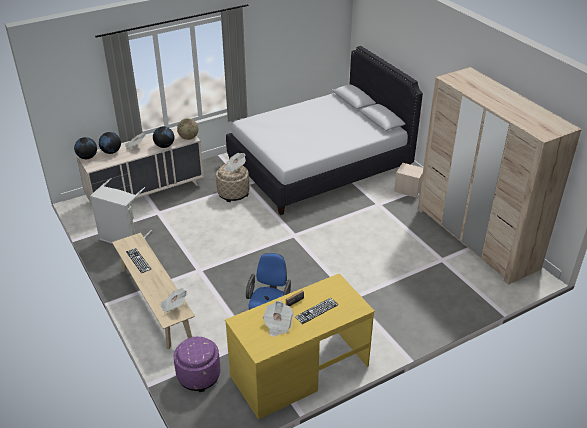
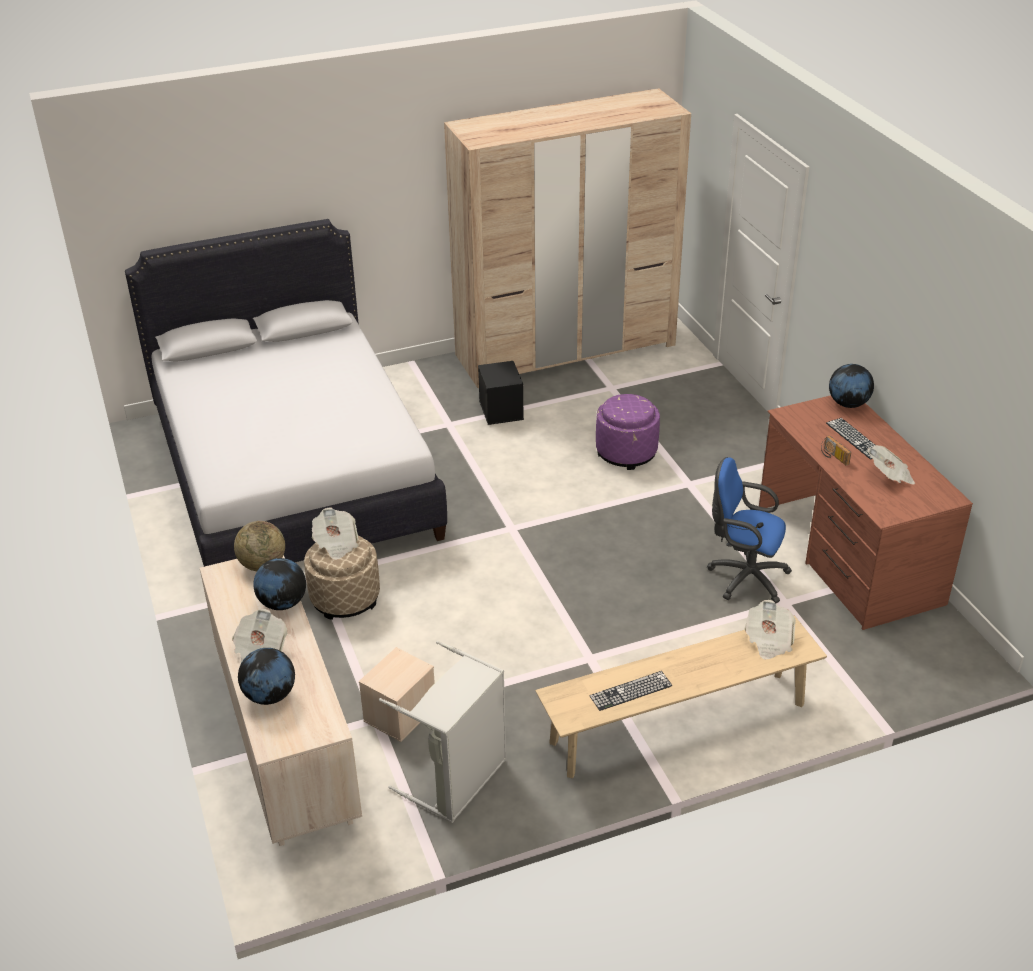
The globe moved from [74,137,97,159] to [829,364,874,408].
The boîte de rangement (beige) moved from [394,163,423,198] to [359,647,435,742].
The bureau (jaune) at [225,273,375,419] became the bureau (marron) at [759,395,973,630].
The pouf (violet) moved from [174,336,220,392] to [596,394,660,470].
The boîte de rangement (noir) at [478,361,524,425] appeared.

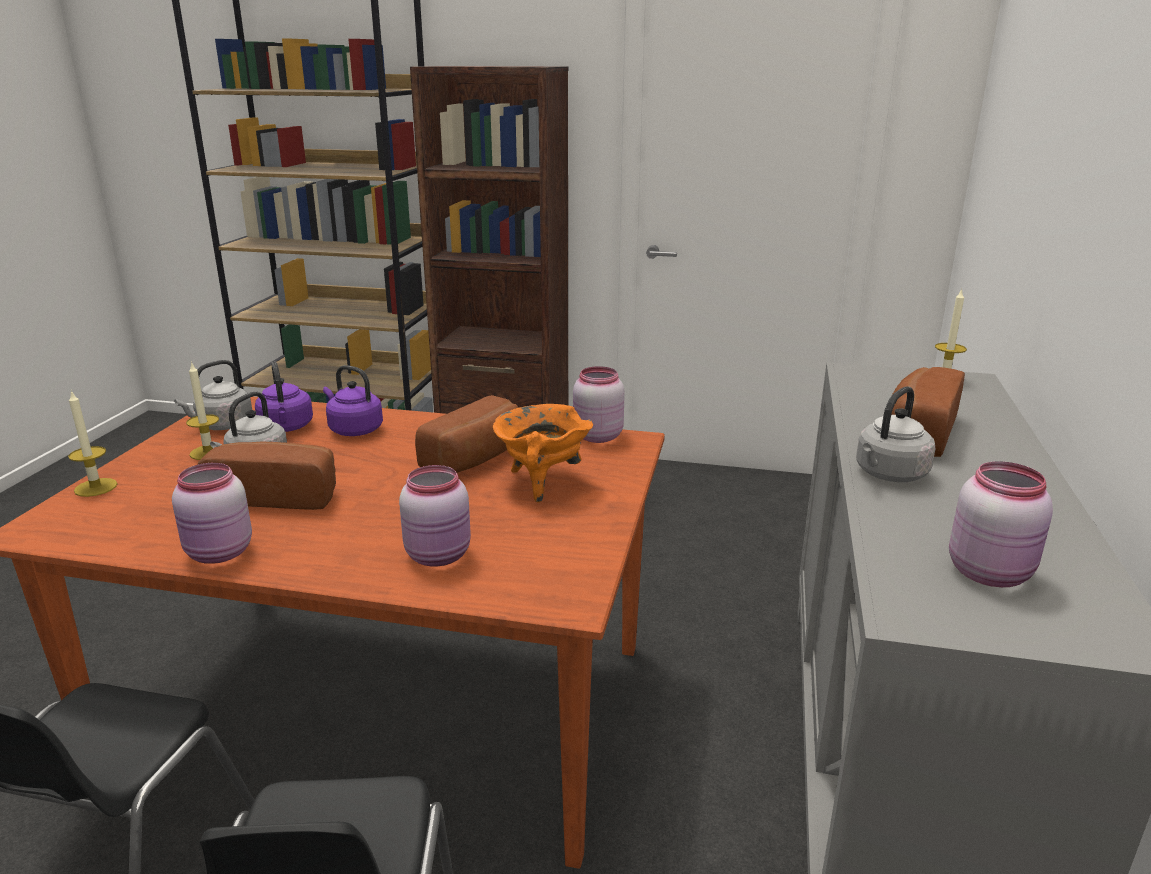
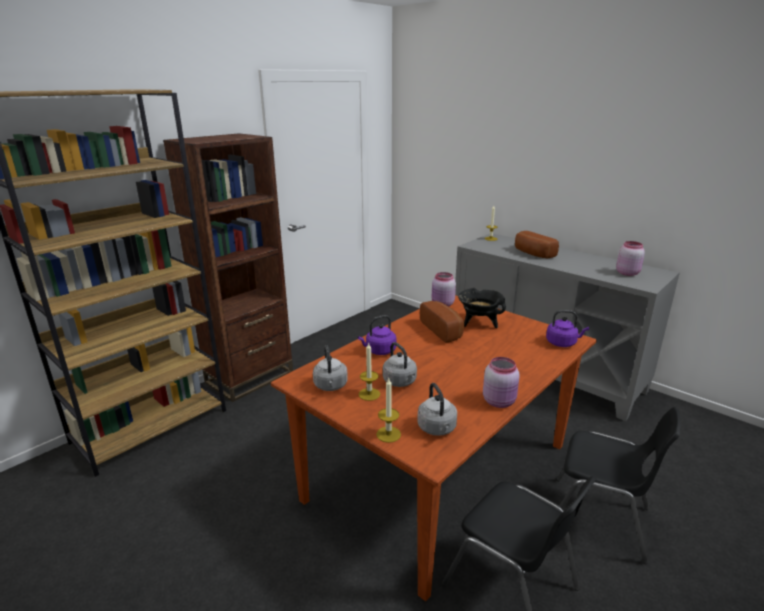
The bouilloire (violet) moved from [255,362,313,432] to [546,310,589,347].
The bouilloire (gris) moved from [856,386,935,482] to [417,383,457,436].
The marmite (orange) at [493,404,593,503] became the marmite (noir) at [458,288,506,328].
The pain at [198,441,336,510] disappeared.
The bocal (rose) at [399,465,471,566] disappeared.

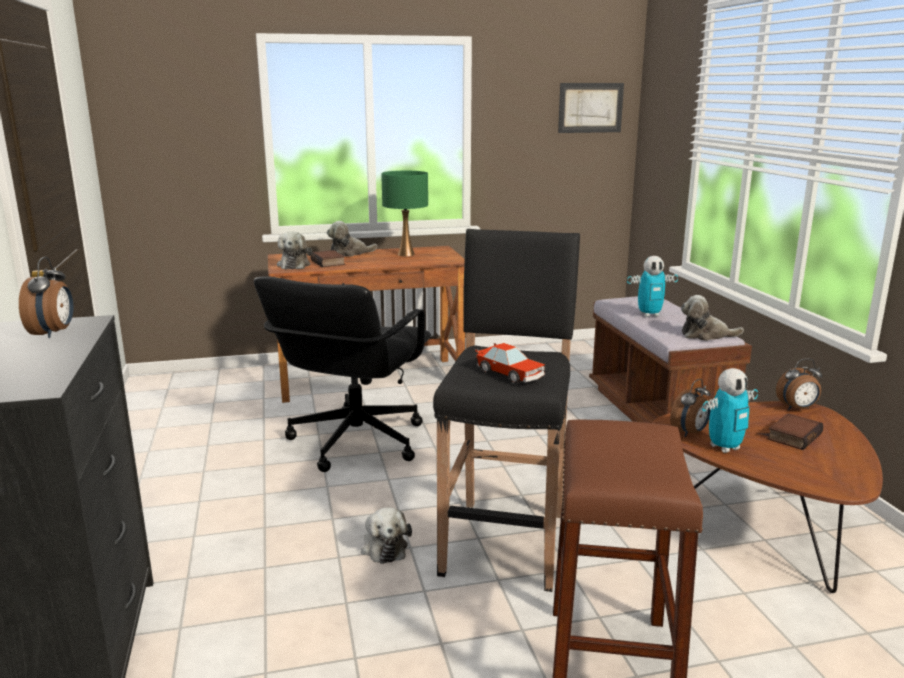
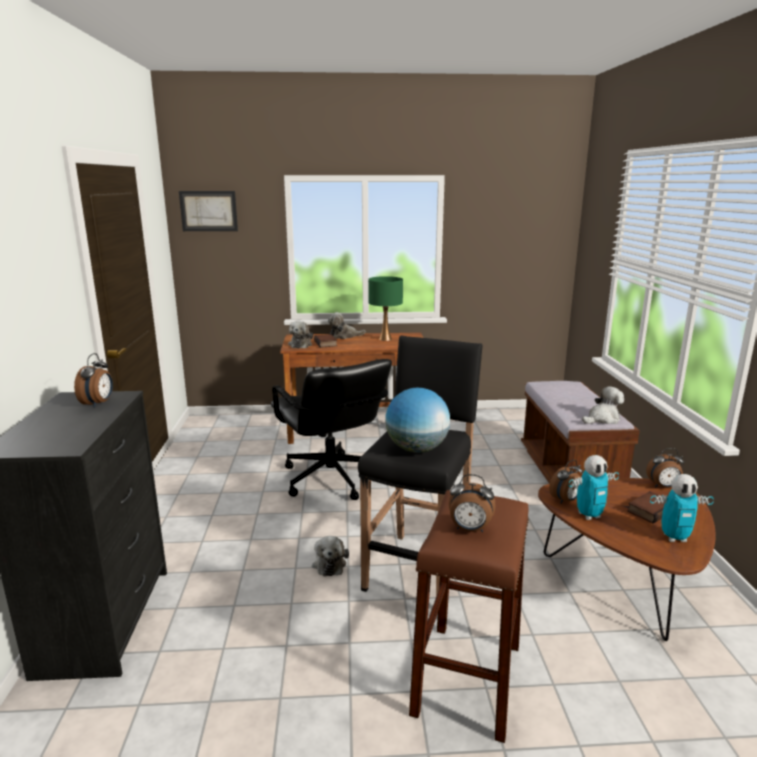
The tableau moved from [558,83,624,133] to [179,191,238,231].
The robot jouet moved from [627,256,678,317] to [650,474,714,542].
The chaise de bureau (noir) at [254,276,431,472] turned 60 degrees counterclockwise.
The peluche at [681,295,744,341] turned 135 degrees clockwise.
The petite voiture at [475,343,545,384] was replaced by the globe at [385,388,450,453].
The réveil at [449,474,496,532] appeared.

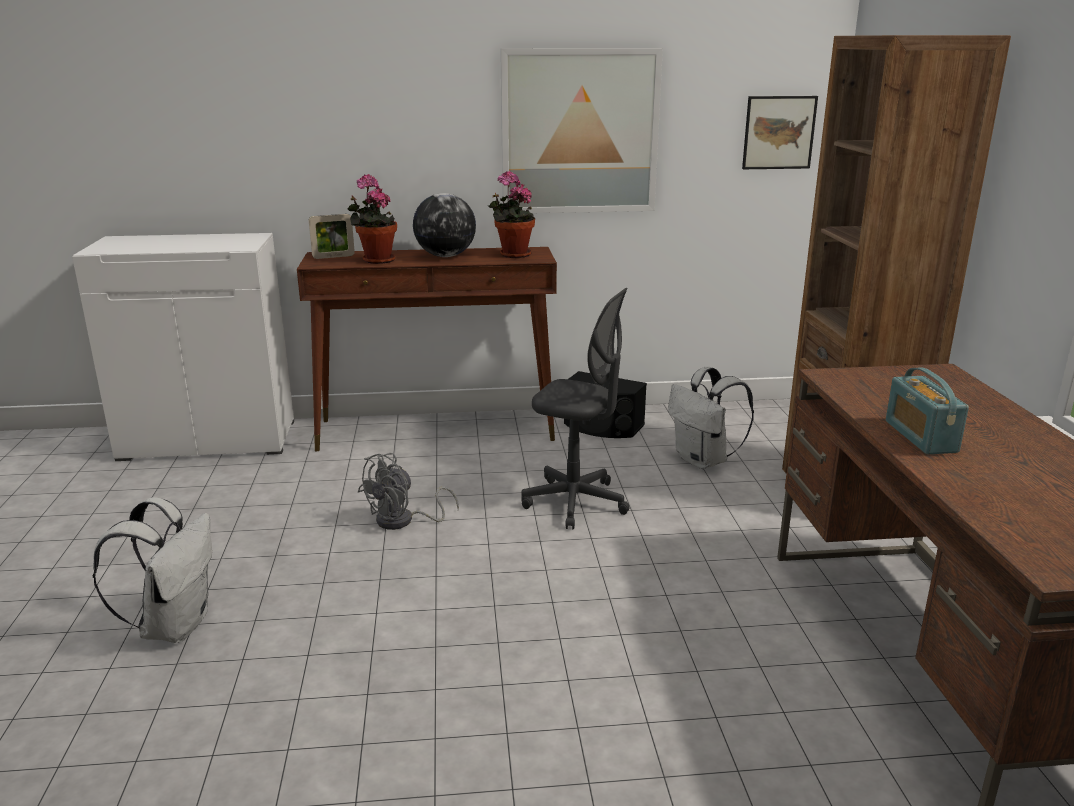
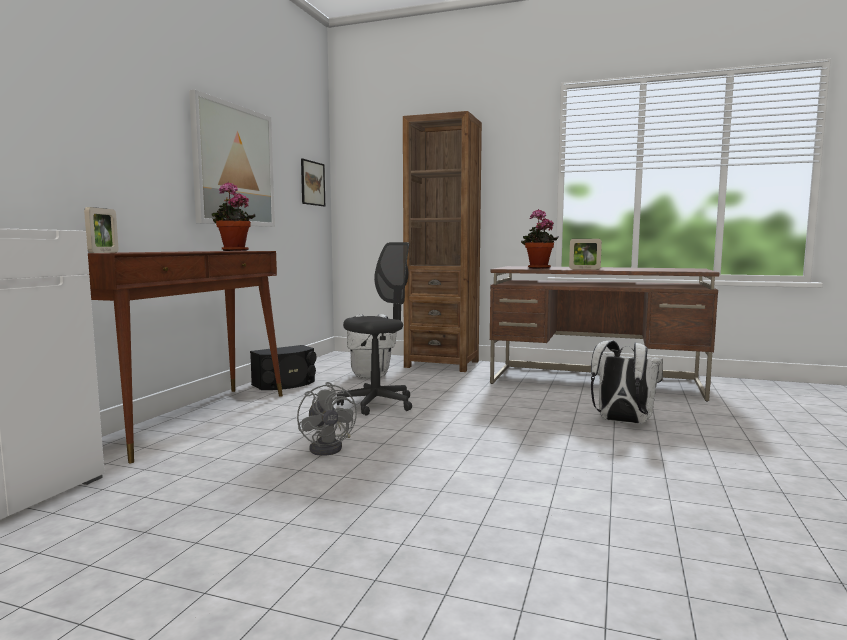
The plante en pot moved from [348,174,397,264] to [521,209,559,269].
The globe at [413,193,476,257] disappeared.
The radio at [886,368,969,454] was replaced by the cadre photo at [569,239,602,269].
The sac à dos (blanc) moved from [93,497,212,643] to [591,341,663,424].

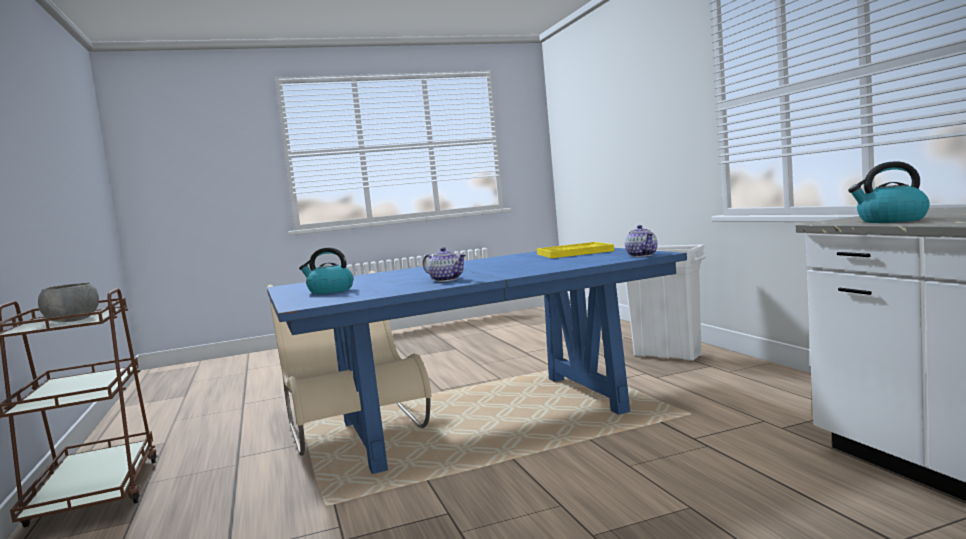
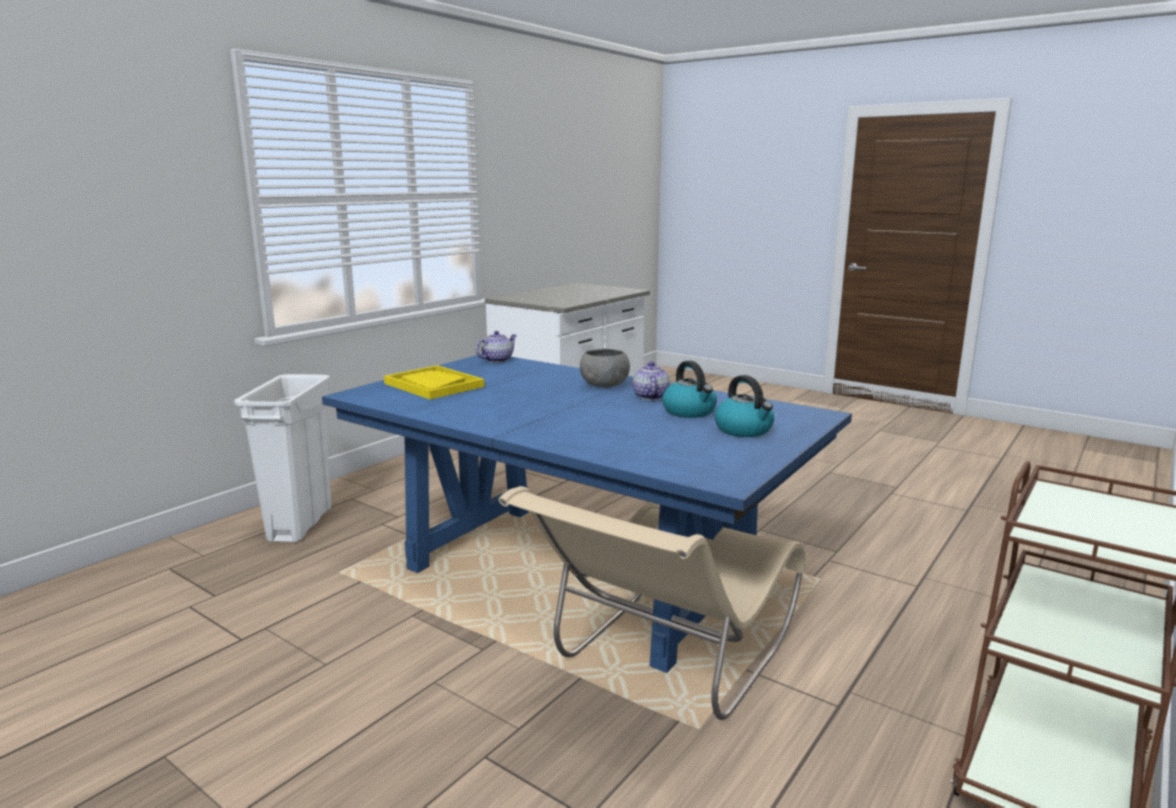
The bouilloire moved from [848,161,930,223] to [662,361,717,418].
The bol (gris) moved from [38,283,99,322] to [580,348,630,388].

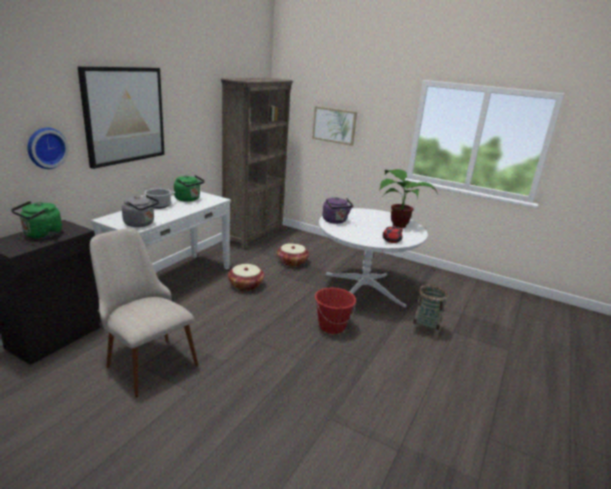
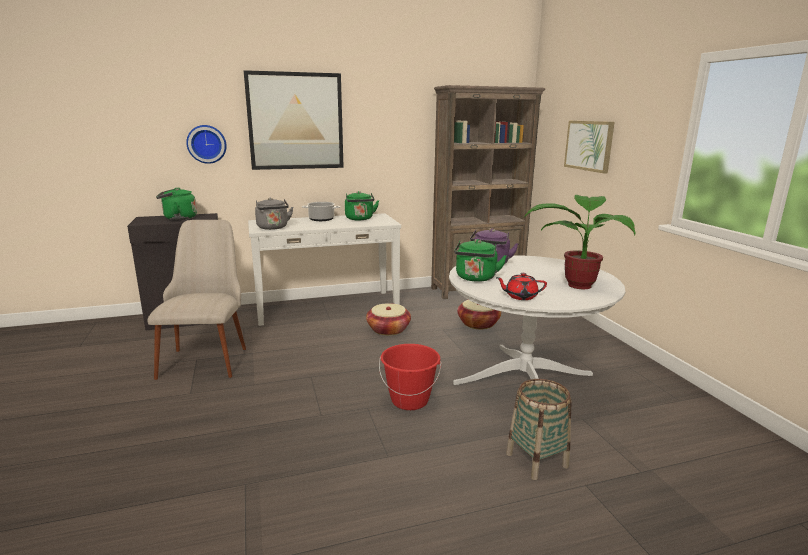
The bouilloire (vert) at [454,239,507,282] appeared.

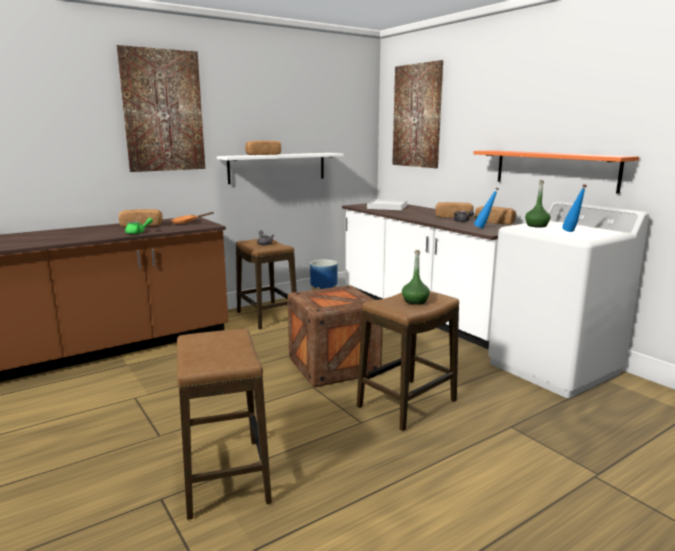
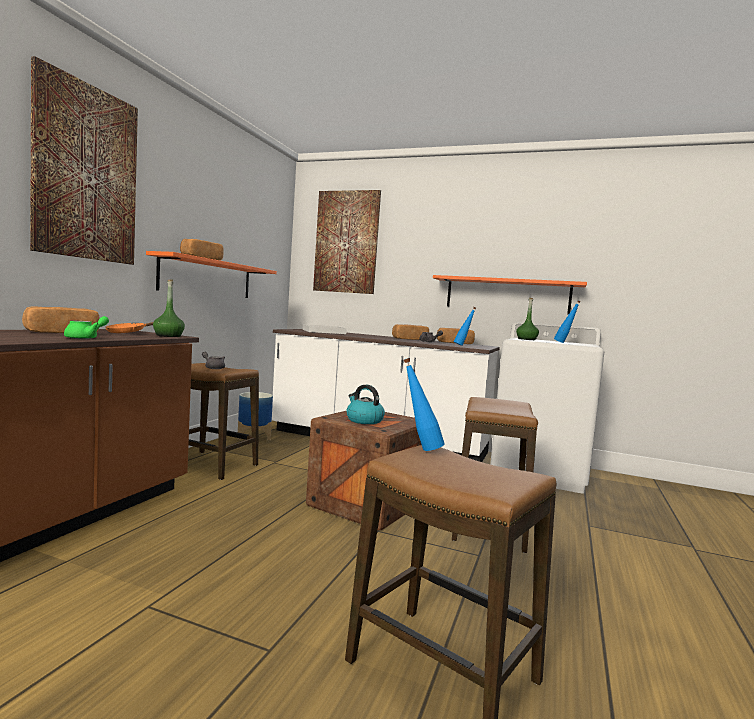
The étagère (blanc) at [217,153,344,184] became the étagère (orange) at [146,251,277,298].
The bouteille (vert) moved from [402,250,430,305] to [153,280,185,337].
The bouteille (bleu) at [404,358,445,451] appeared.
The bouilloire at [346,385,385,424] appeared.

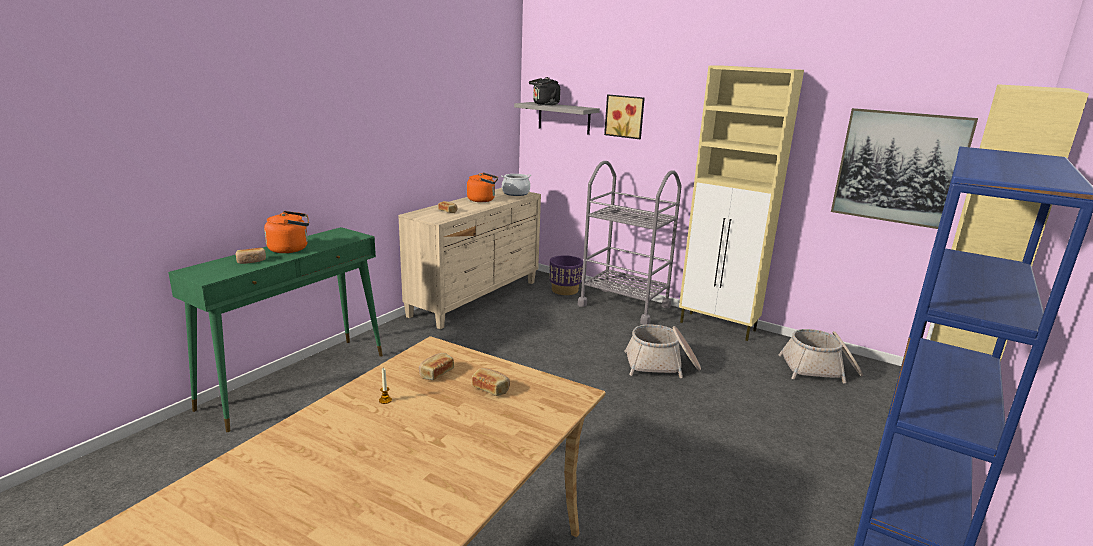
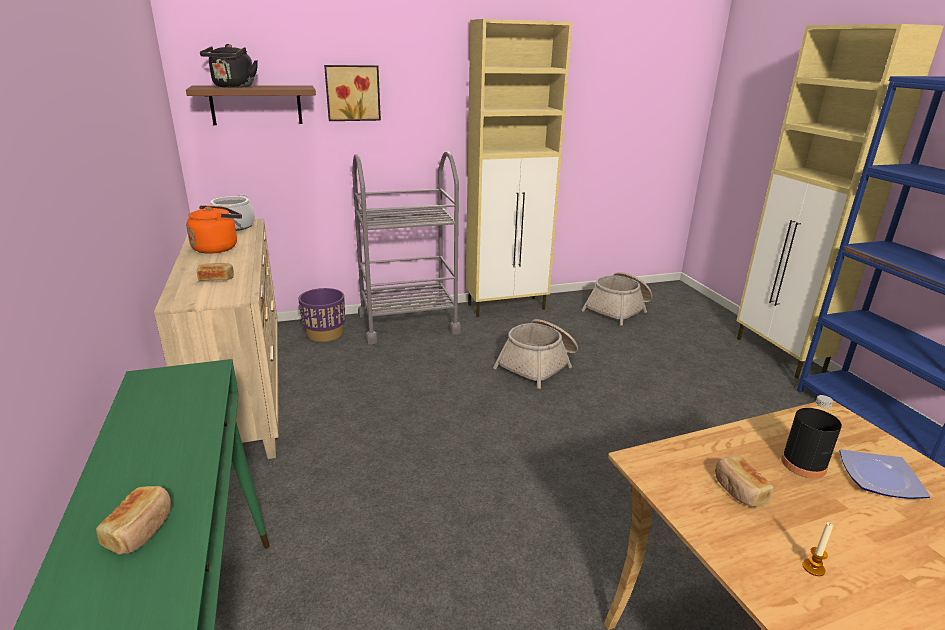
The étagère (gris) at [514,102,600,135] became the étagère (marron) at [186,86,316,125].
The tableau at [831,108,978,229] disappeared.
The bouilloire (orange) at [264,211,309,253] disappeared.
The pain at [472,368,510,396] was replaced by the bouteille (noir) at [781,395,842,479].
The assiette at [839,449,931,499] appeared.

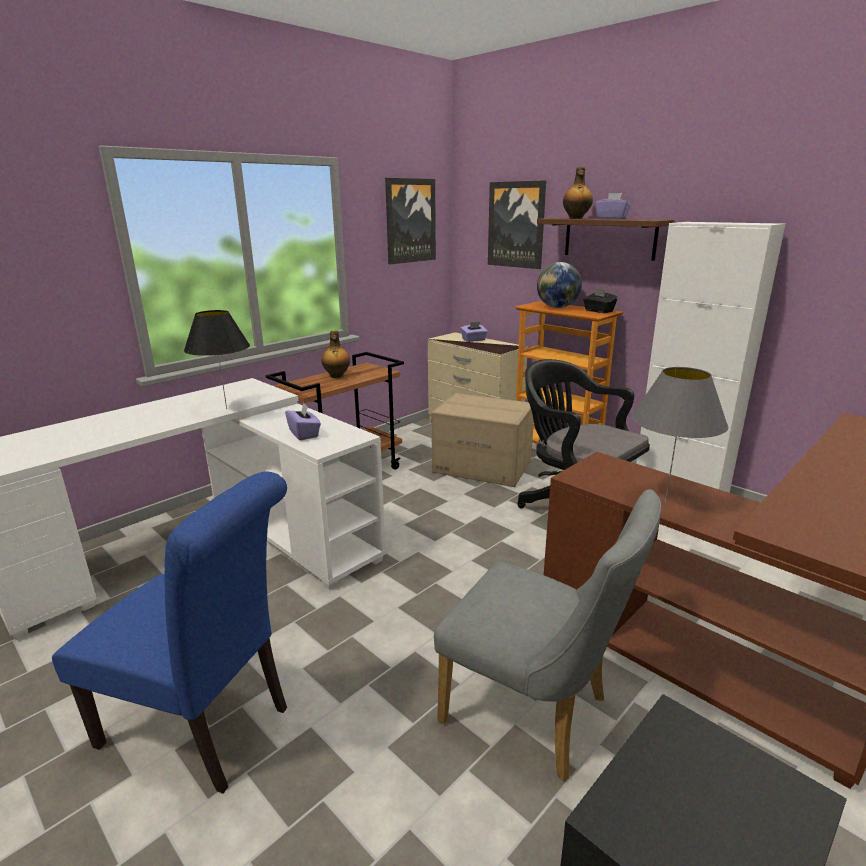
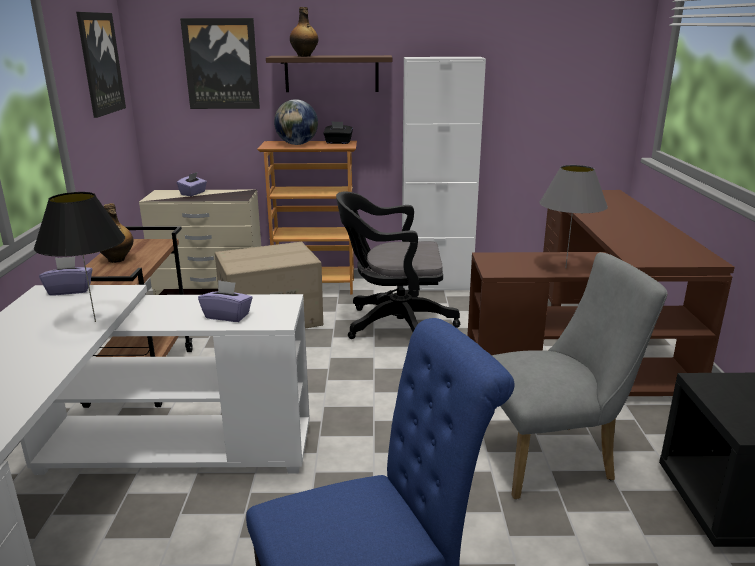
The boîte à mouchoirs (violet) moved from [595,193,631,219] to [39,256,93,295].

